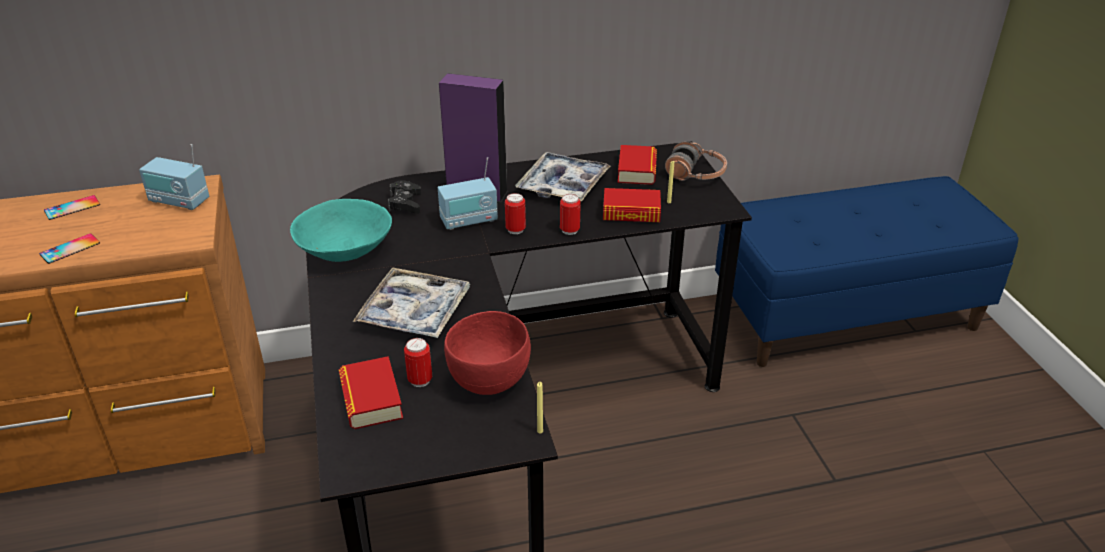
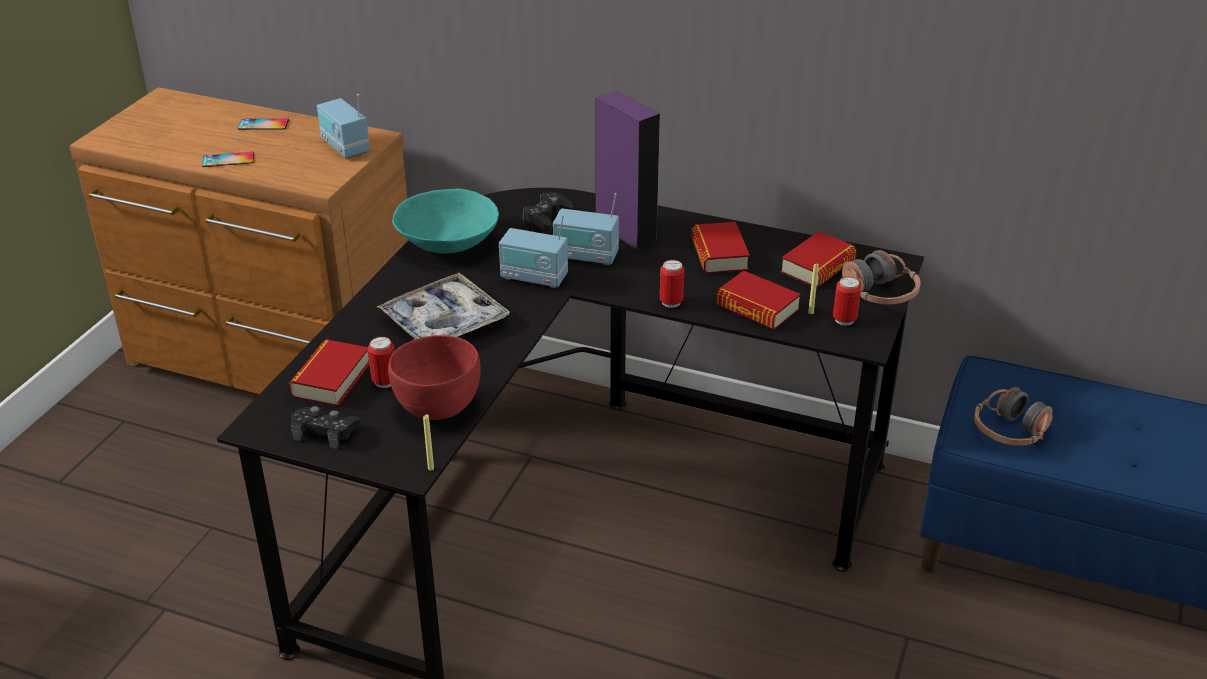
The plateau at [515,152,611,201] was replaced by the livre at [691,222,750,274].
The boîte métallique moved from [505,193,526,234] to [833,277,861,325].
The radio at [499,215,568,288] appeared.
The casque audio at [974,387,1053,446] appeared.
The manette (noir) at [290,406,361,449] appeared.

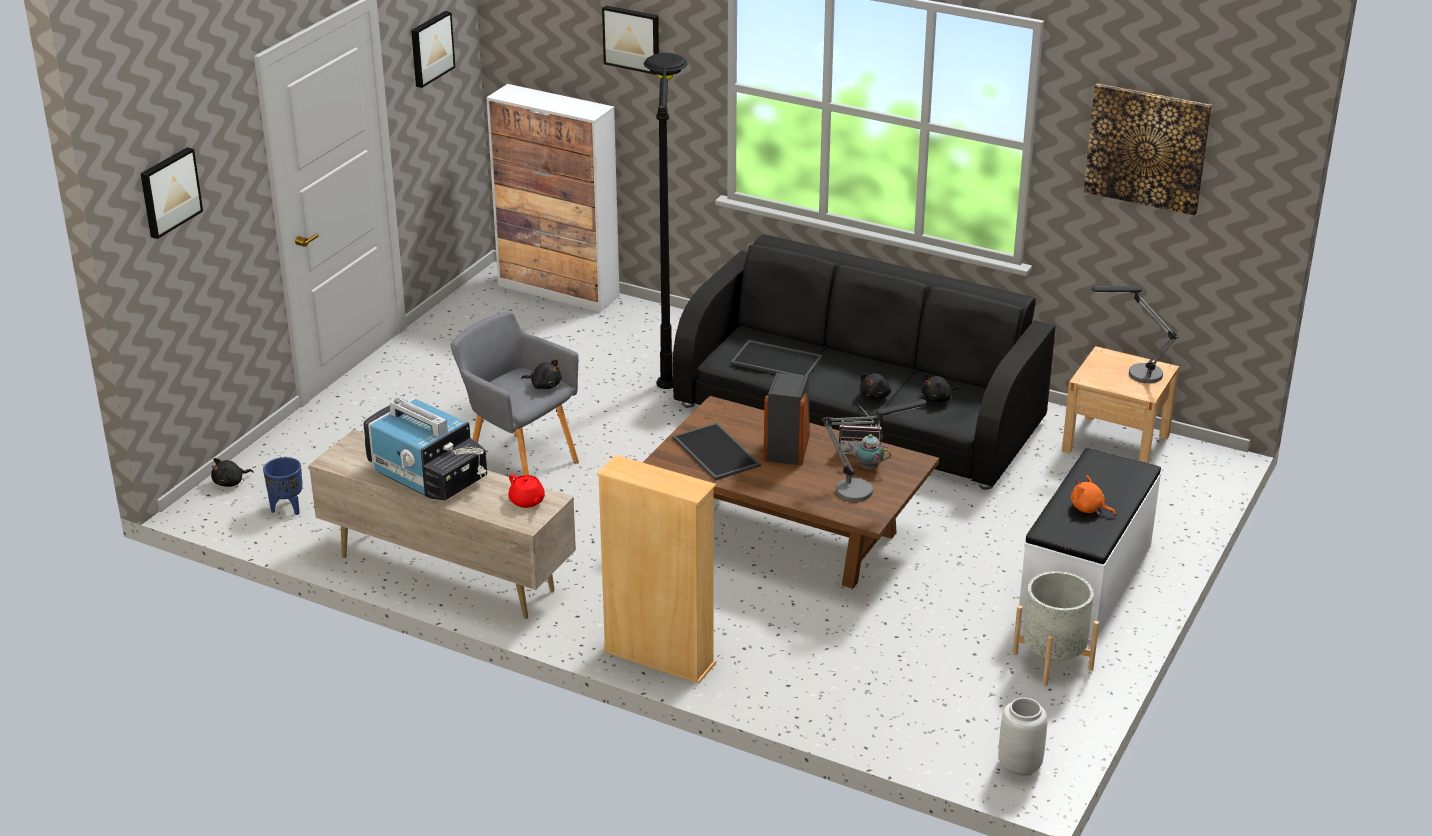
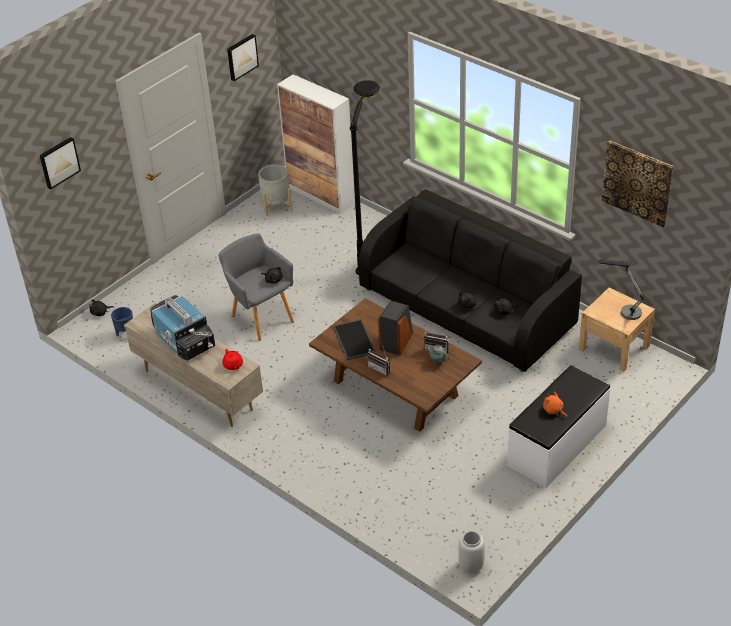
The tableau at [602,5,659,75] disappeared.
The plateau at [731,340,822,376] disappeared.
The lampe de table at [822,399,926,502] disappeared.
The bibliothèque (beige) at [597,455,716,684] disappeared.
The cache-pot (gris) moved from [1013,571,1099,686] to [258,164,292,216].
The radio at [367,345,390,376] appeared.

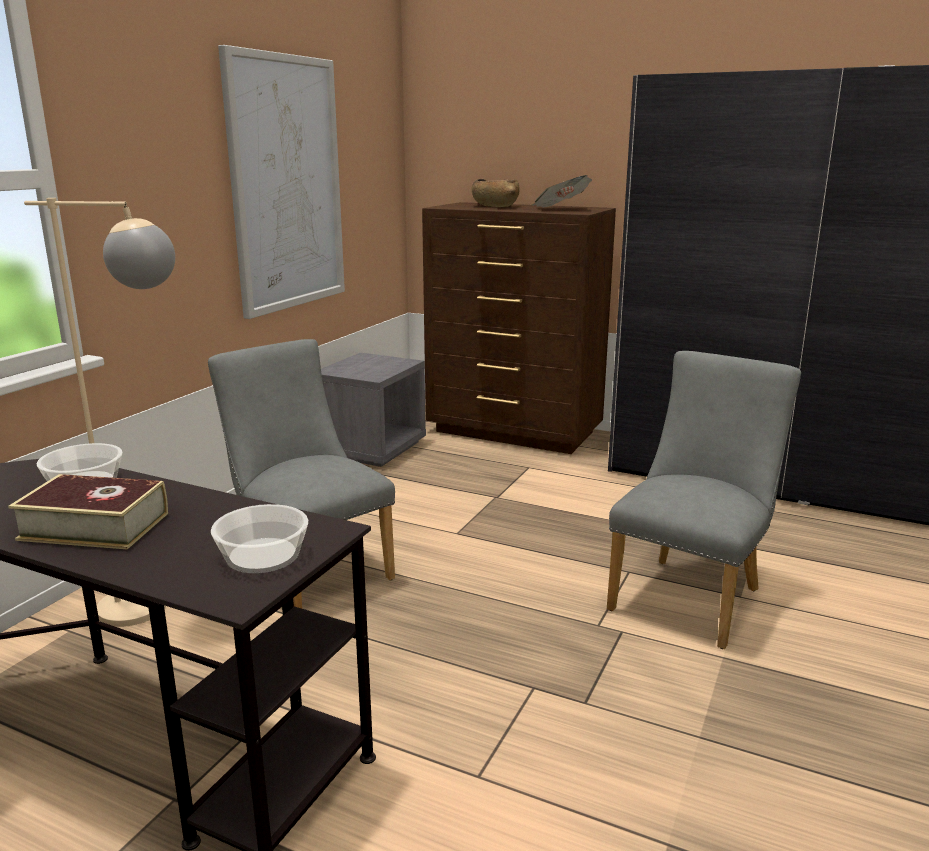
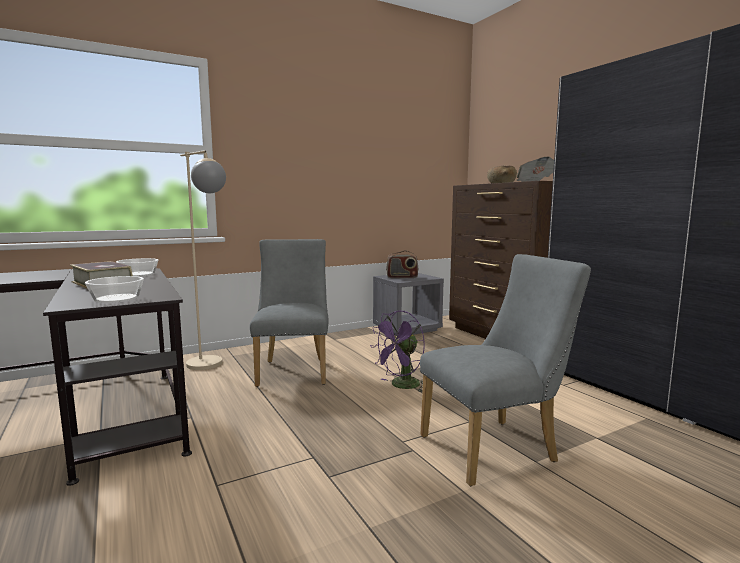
The tableau at [218,45,345,319] disappeared.
The radio at [386,250,418,278] appeared.
The ventilateur (violet) at [370,311,425,392] appeared.

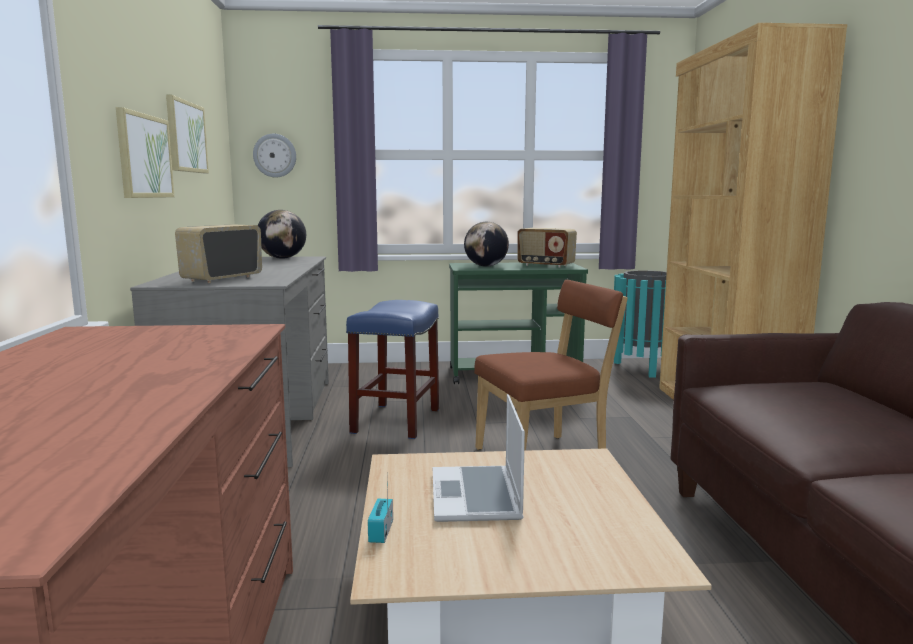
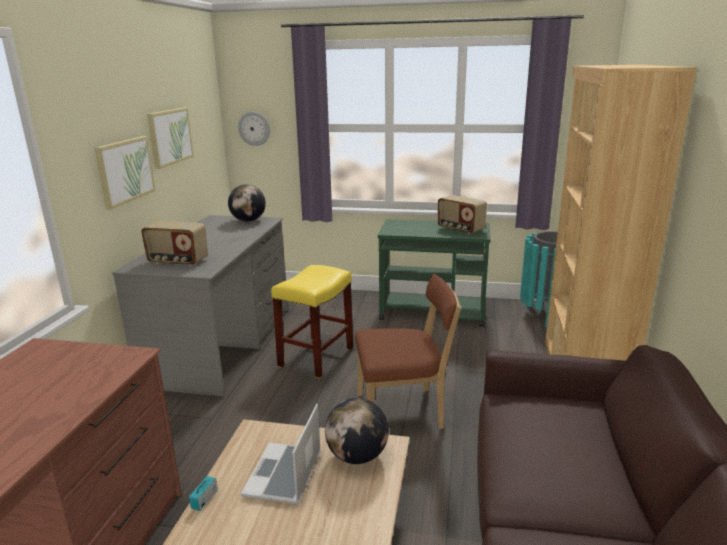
The globe moved from [464,222,509,267] to [325,398,389,464].
The radio at [175,224,262,283] turned 120 degrees counterclockwise.
The tabouret (bleu) at [346,300,439,439] became the tabouret (jaune) at [271,265,354,378].

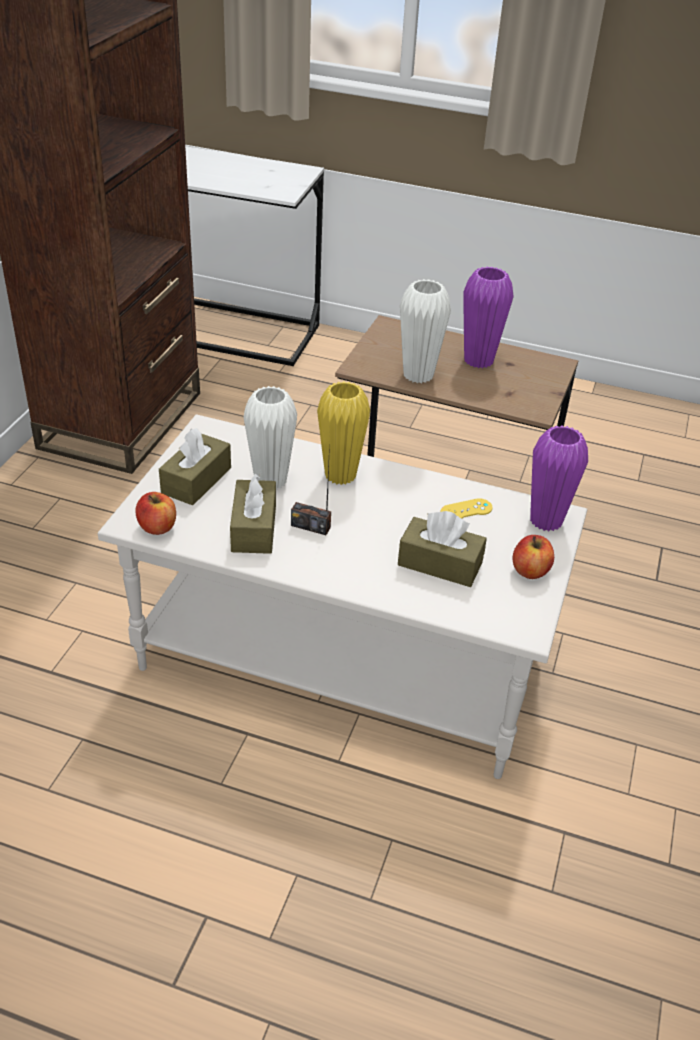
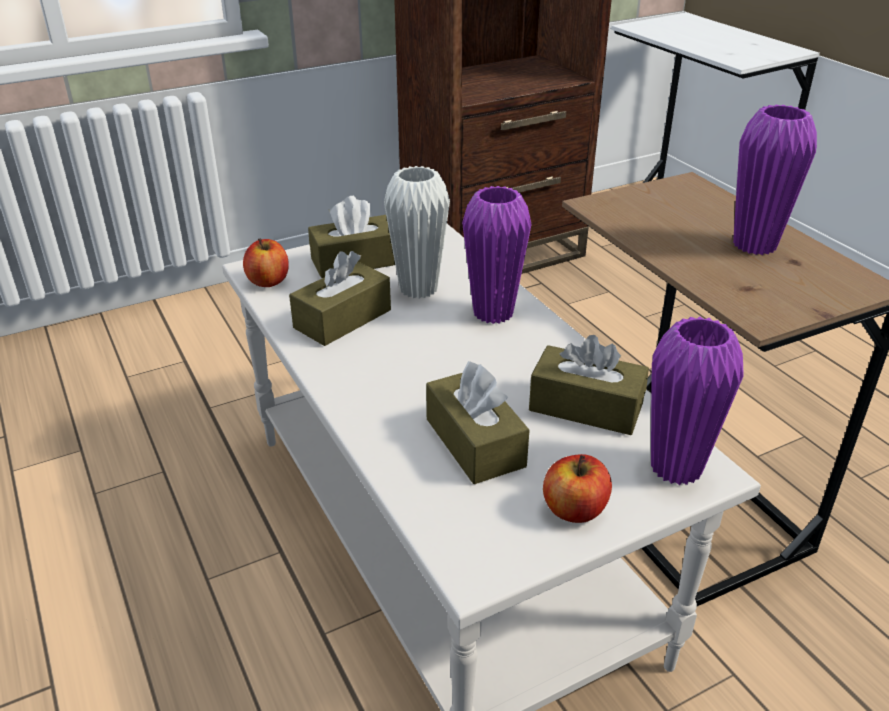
The vase (blanc) at [400,279,451,383] disappeared.
The vase (jaune) at [317,381,370,485] became the vase (violet) at [462,186,532,324].
The radio at [291,444,331,535] disappeared.
The manette (jaune) at [440,498,493,519] was replaced by the boîte à mouchoirs (marron) at [529,335,649,435].

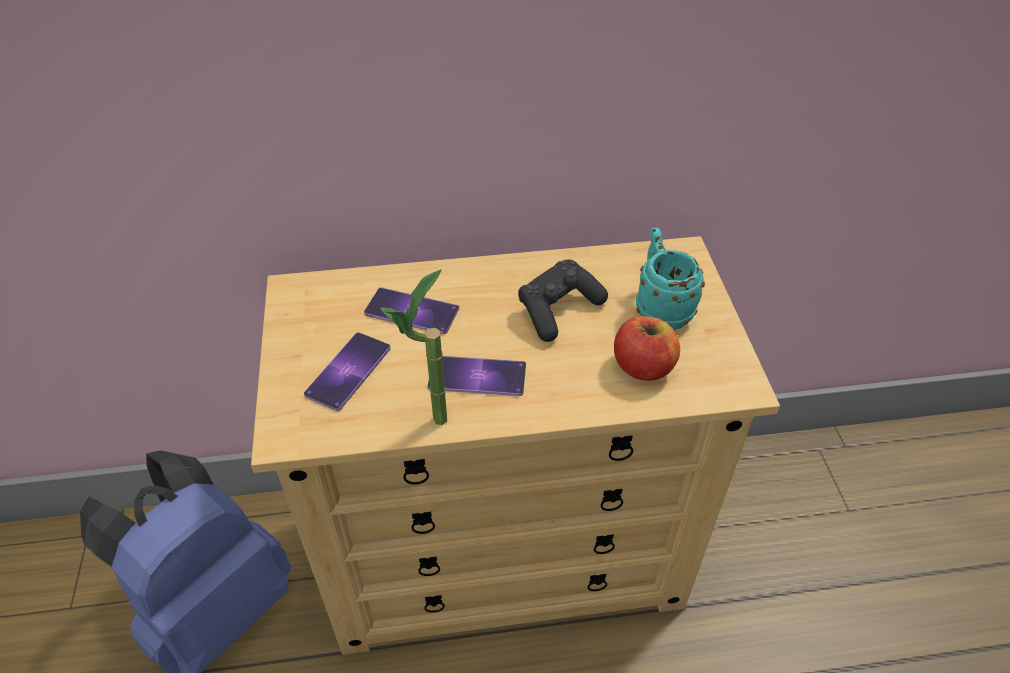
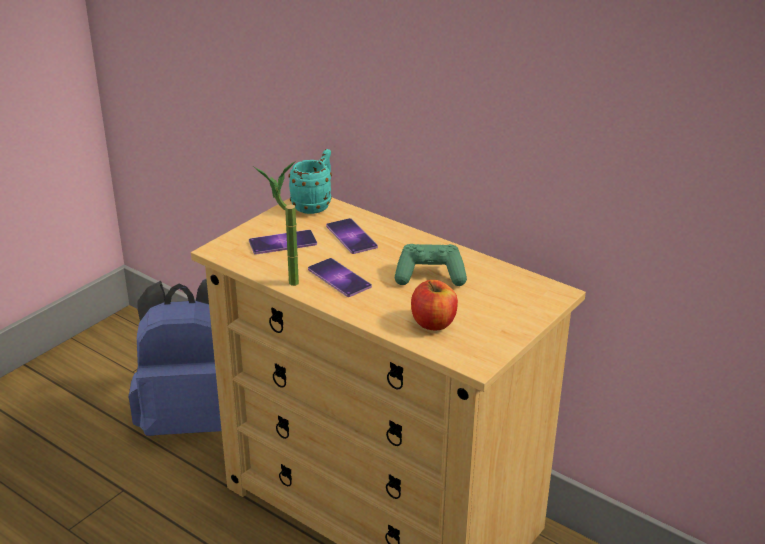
The mug (turquoise) moved from [636,228,705,330] to [288,149,332,214].
The manette (noir) at [518,259,608,342] became the manette (vert) at [395,244,467,286].

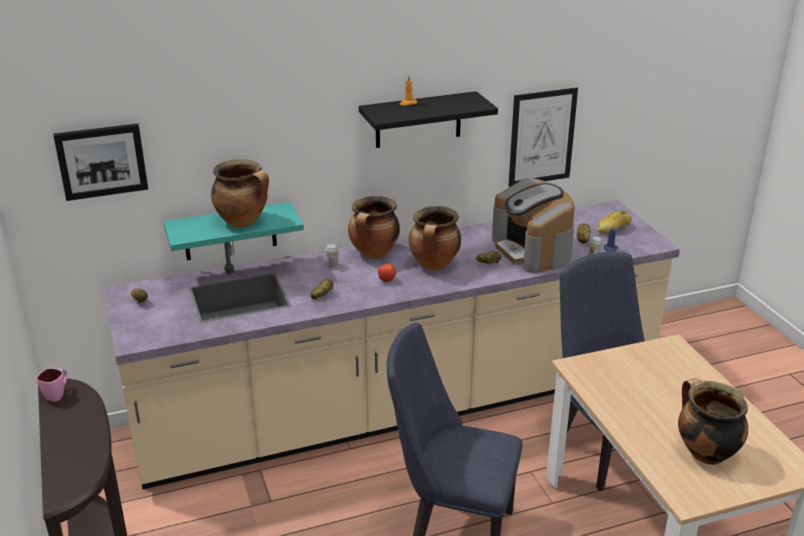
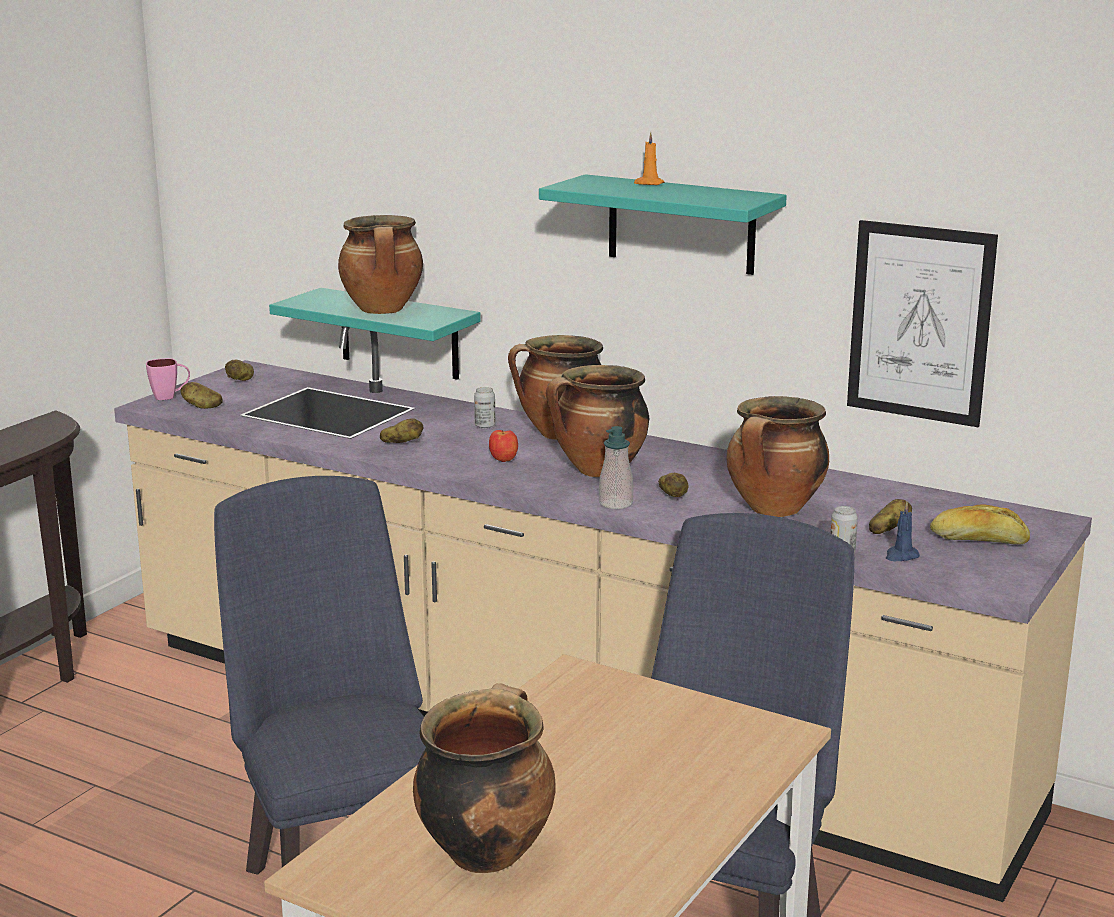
The étagère (noir) at [359,91,498,148] became the étagère (turquoise) at [539,174,787,275].
The tableau at [53,123,148,201] disappeared.
The machine à café at [492,178,575,273] was replaced by the marmite at [727,396,829,517].
The mug (rose) moved from [36,368,67,402] to [146,358,190,400].
The pomme de terre at [181,382,223,409] appeared.
The distributeur de savon at [599,426,633,509] appeared.

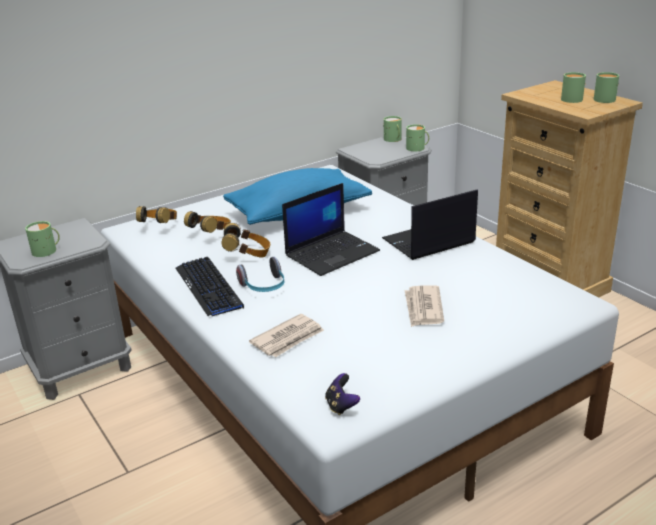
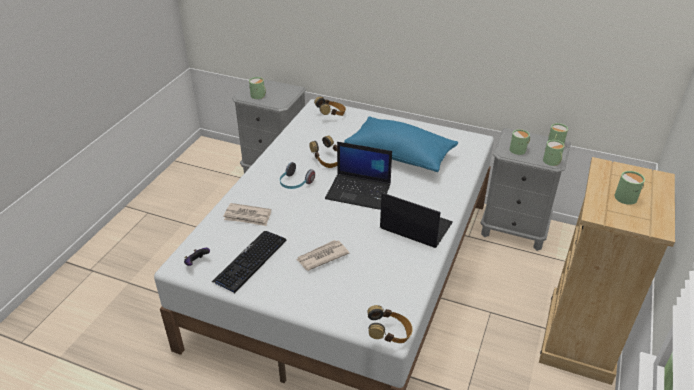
The mug (vert) moved from [594,72,619,103] to [510,129,530,155].
The casque audio moved from [184,211,231,233] to [368,305,413,343].
The clavier moved from [176,257,244,316] to [212,231,287,293].

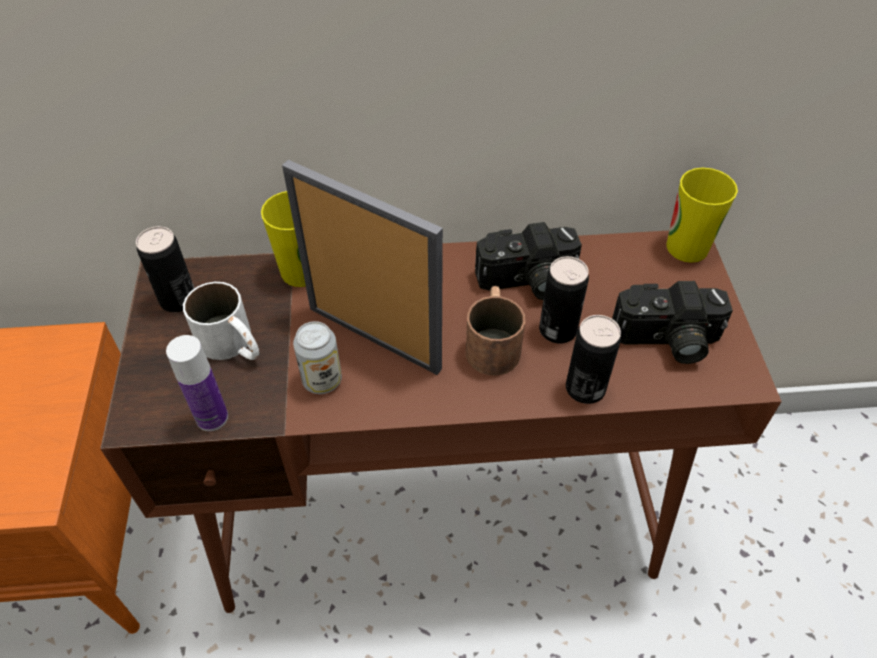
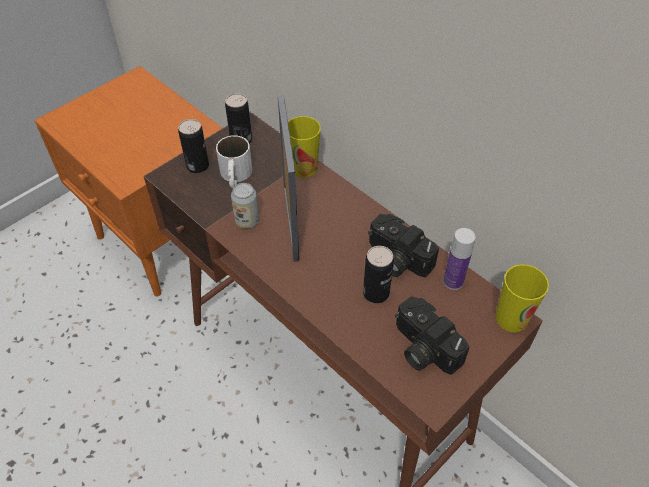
The mug (marron) at [466,286,525,375] disappeared.
The boîte métallique moved from [566,315,621,404] to [178,119,209,173].
The bouteille moved from [166,335,228,431] to [443,228,476,290].

